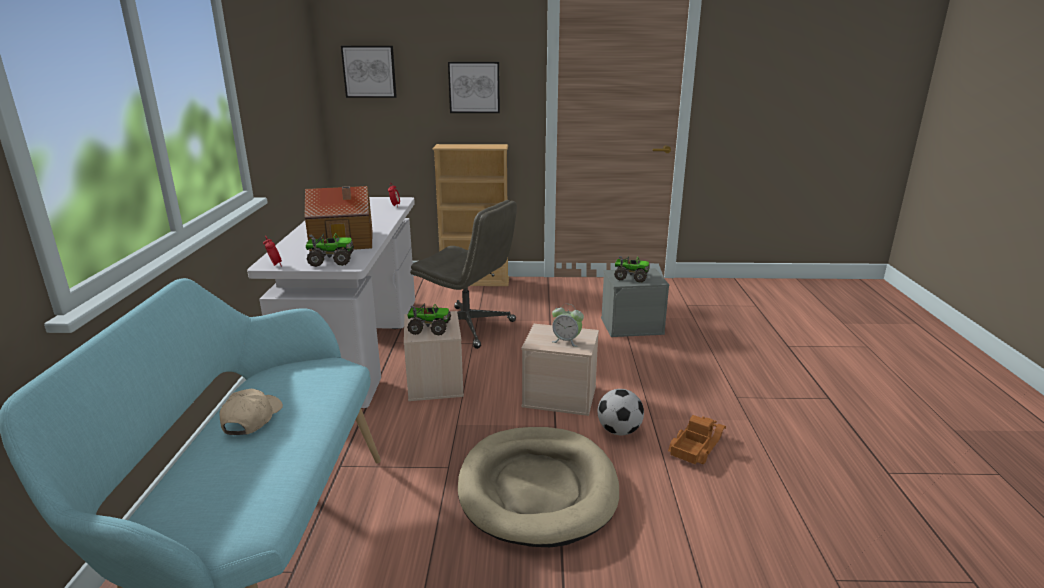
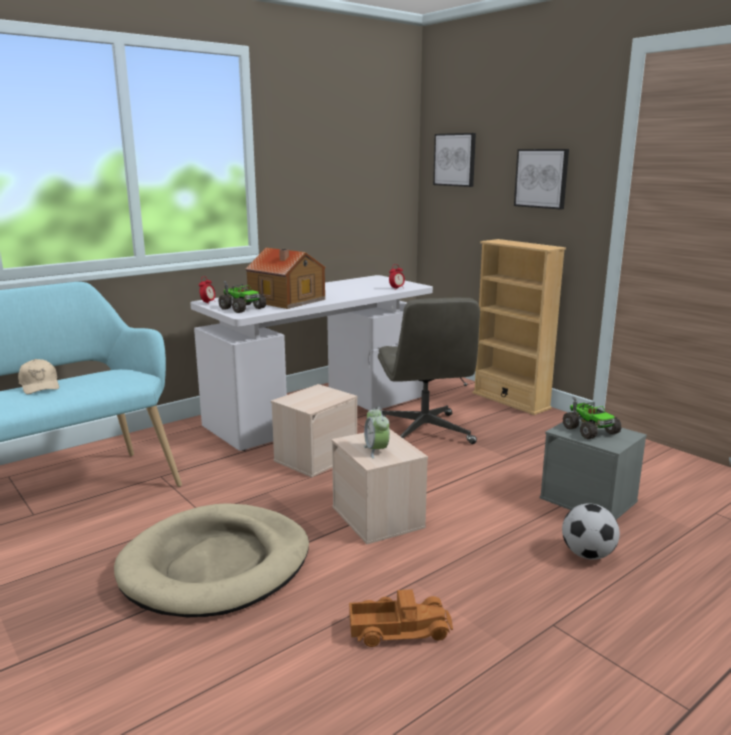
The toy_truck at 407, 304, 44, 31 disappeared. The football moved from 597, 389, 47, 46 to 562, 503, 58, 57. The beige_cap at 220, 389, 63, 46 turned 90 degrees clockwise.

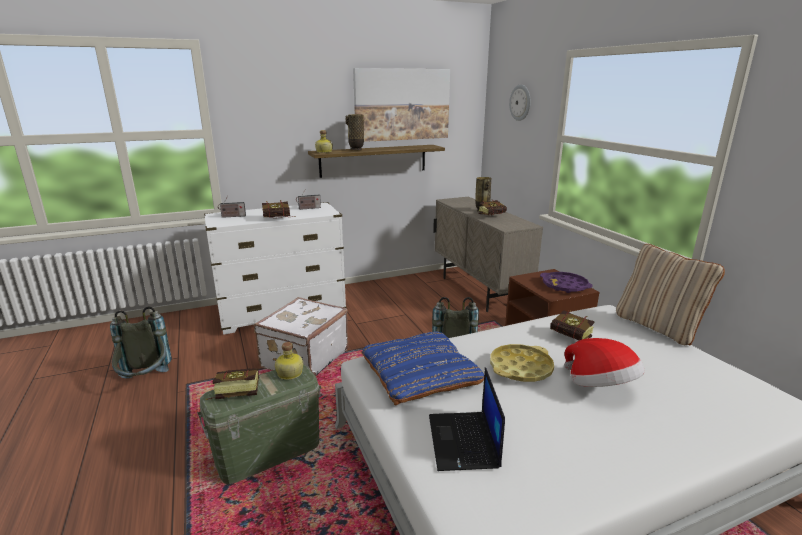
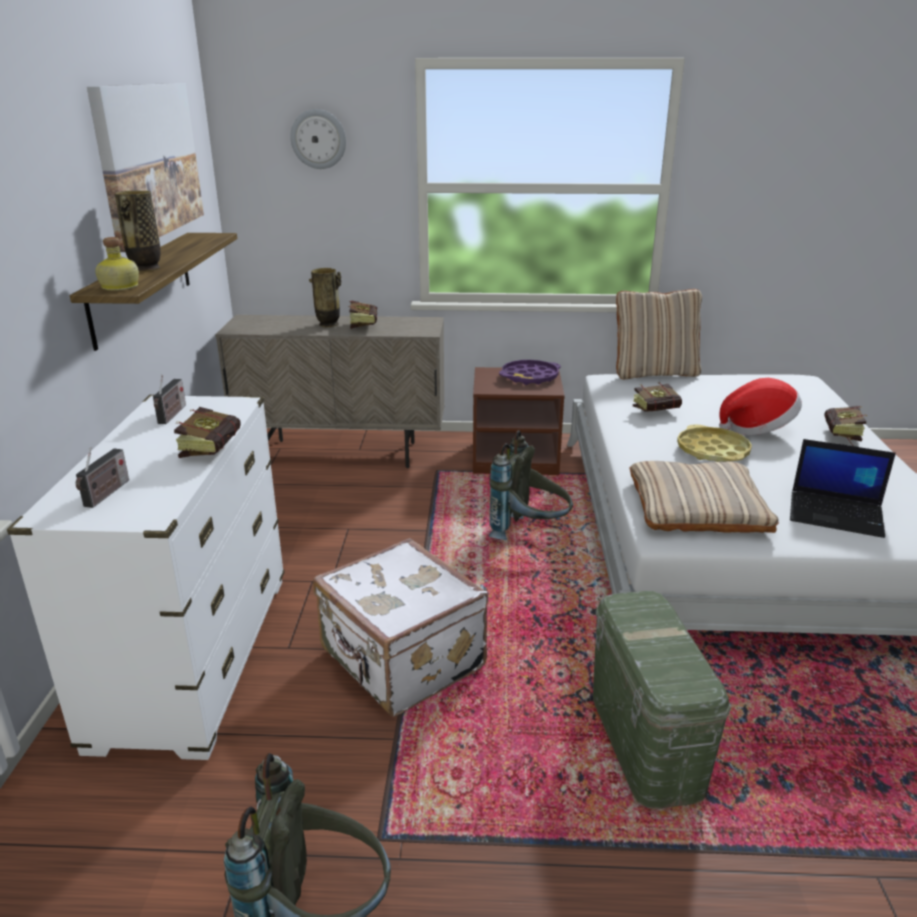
The bottle at 275, 342, 28, 38 disappeared. The book moved from 205, 368, 54, 32 to 825, 406, 42, 40. The blue_pillow at 362, 331, 122, 74 became the beige_pillow at 630, 461, 149, 72.

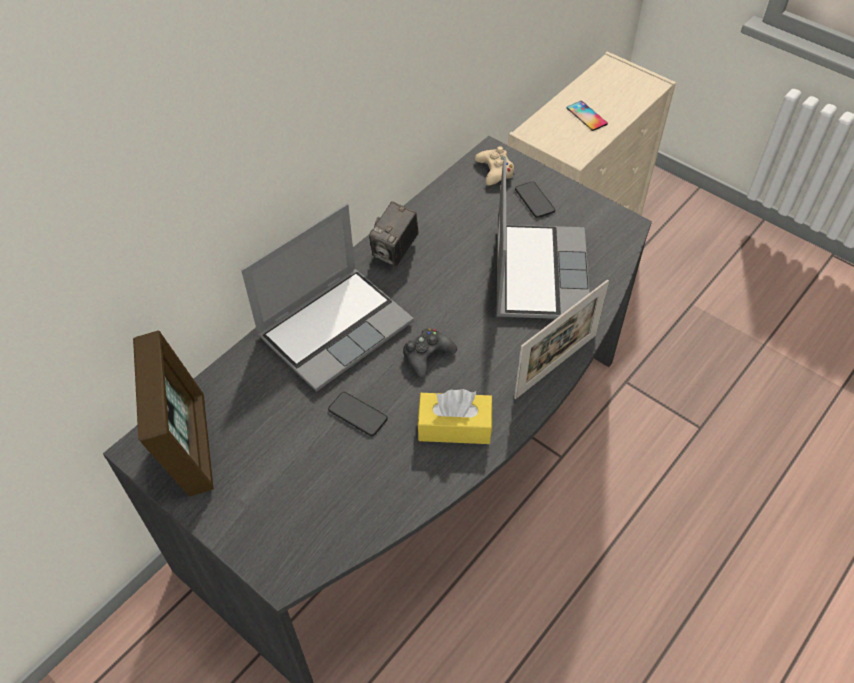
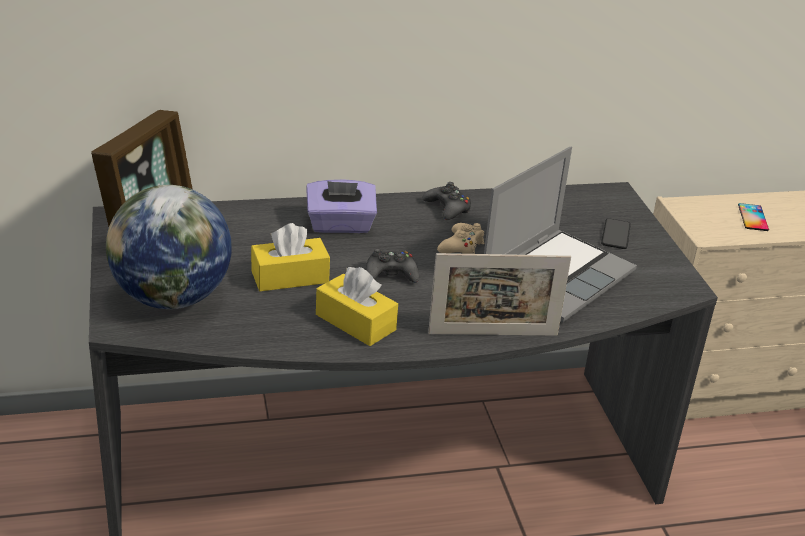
The globe at 106, 185, 126, 124 appeared. The beige_game_controller moved from 475, 147, 39, 38 to 437, 223, 47, 31. The laptop at 241, 204, 173, 188 was replaced by the purple_tissue_box at 306, 179, 71, 54. The phone at 328, 392, 60, 44 was replaced by the yellow_tissue_box at 251, 223, 79, 68. The photo_camera at 369, 201, 50, 66 was replaced by the black_game_controller at 422, 182, 49, 38.

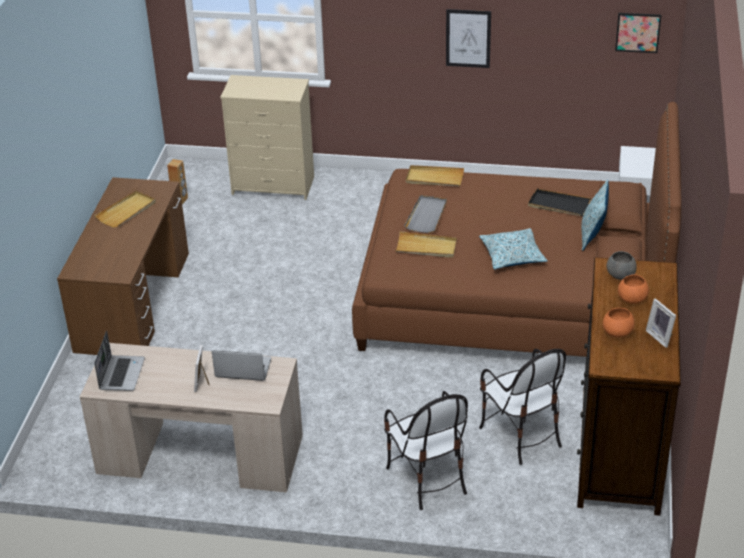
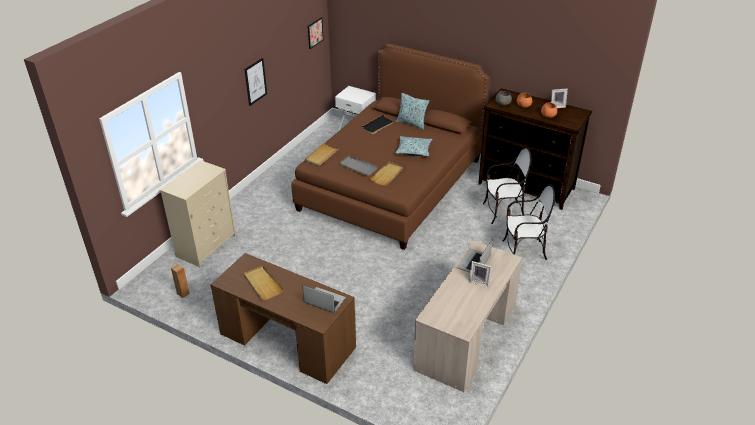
The laptop moved from 94, 331, 51, 60 to 302, 285, 44, 28.

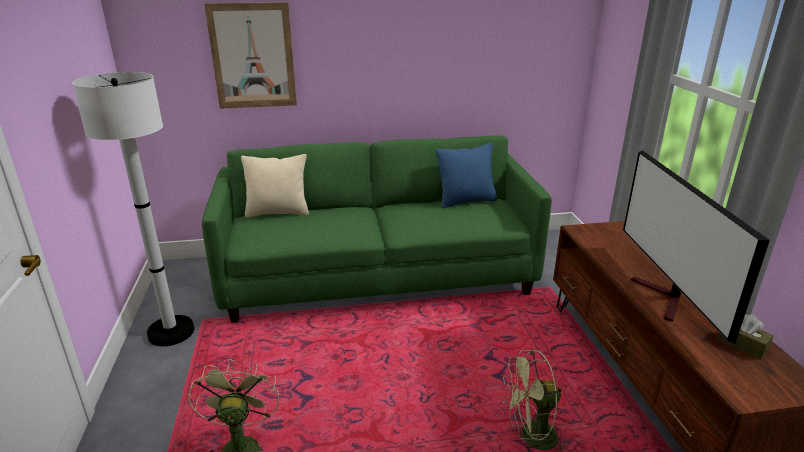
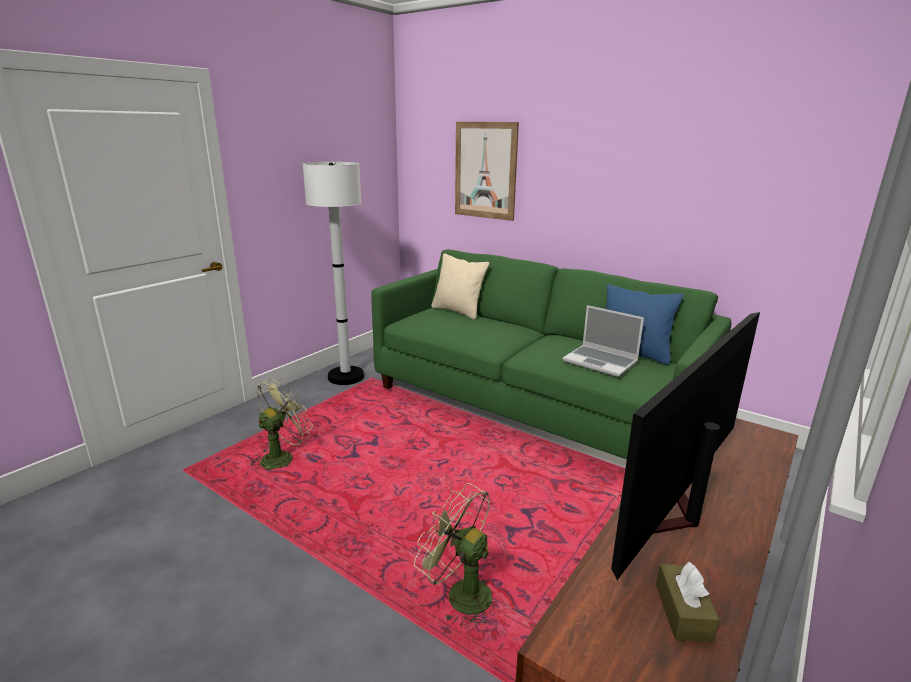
The laptop at 563, 305, 81, 72 appeared.

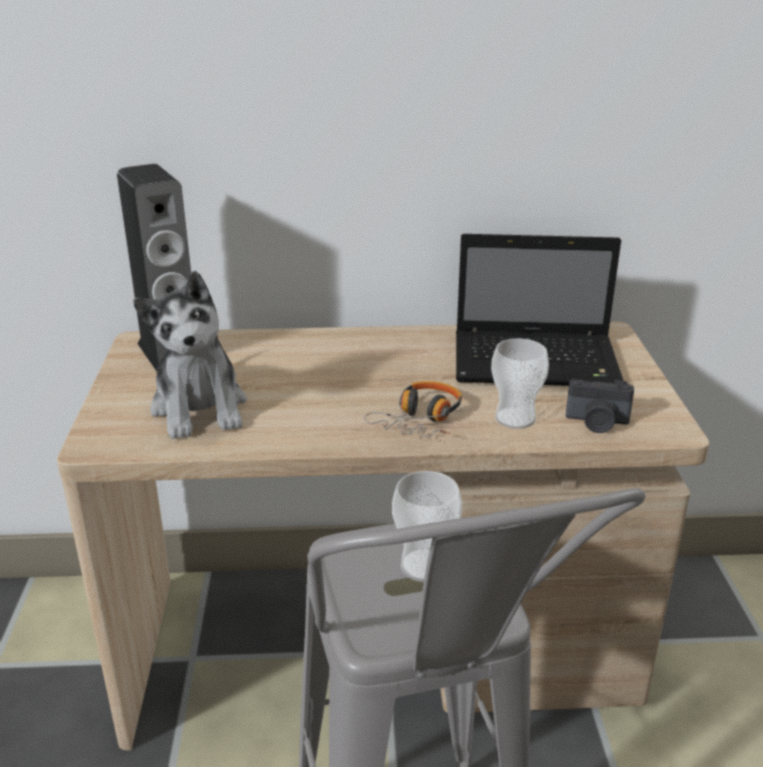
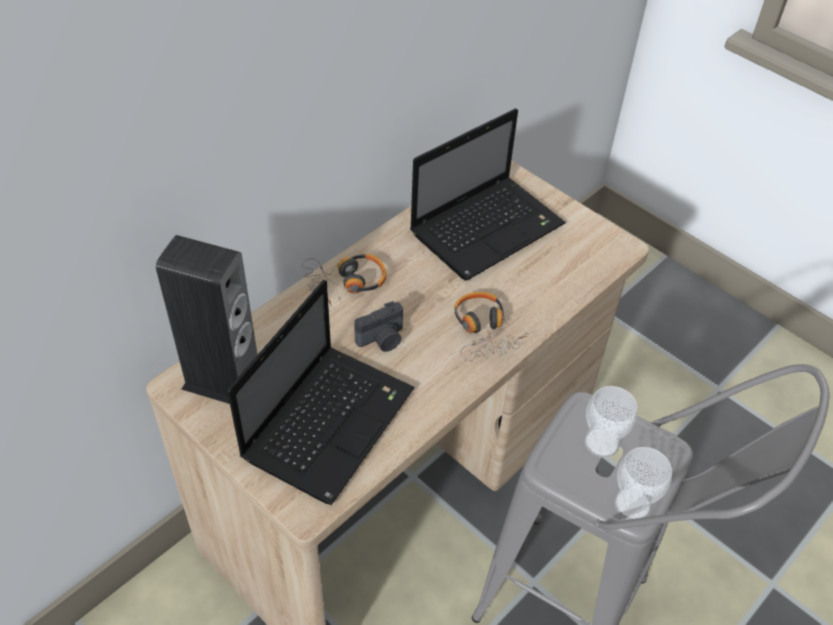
The headphones at 302, 254, 84, 52 appeared. The cup moved from 491, 339, 58, 90 to 614, 447, 58, 73. The photo_camera moved from 566, 379, 68, 54 to 354, 301, 49, 51. The plush_toy at 133, 270, 114, 169 was replaced by the laptop at 227, 280, 188, 225.

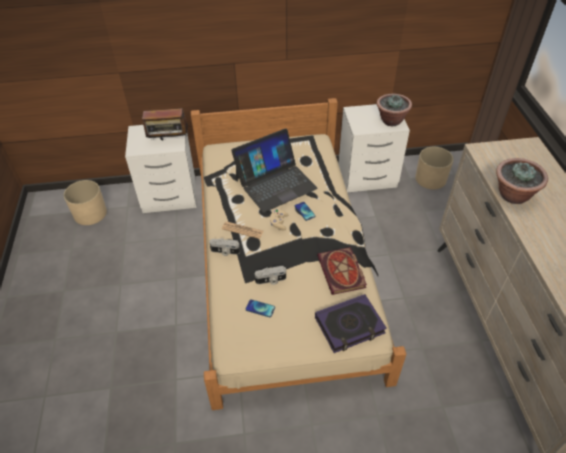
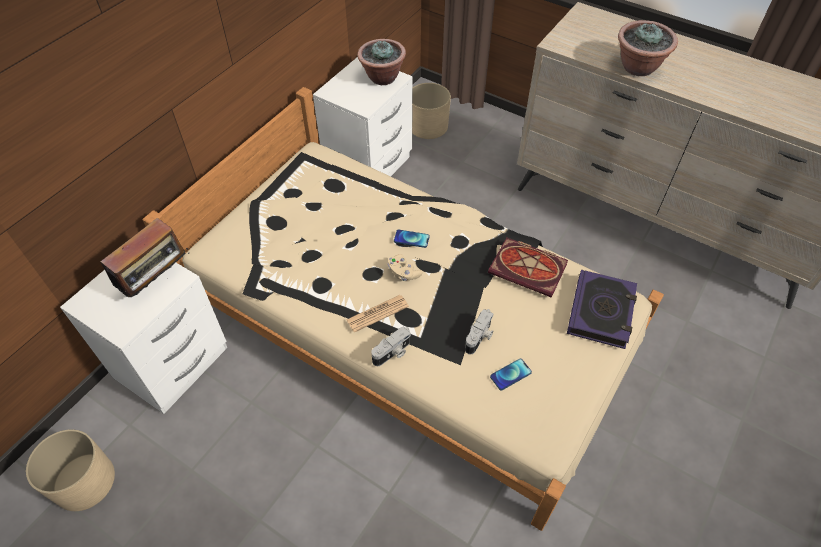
The laptop at 231, 128, 87, 85 disappeared.

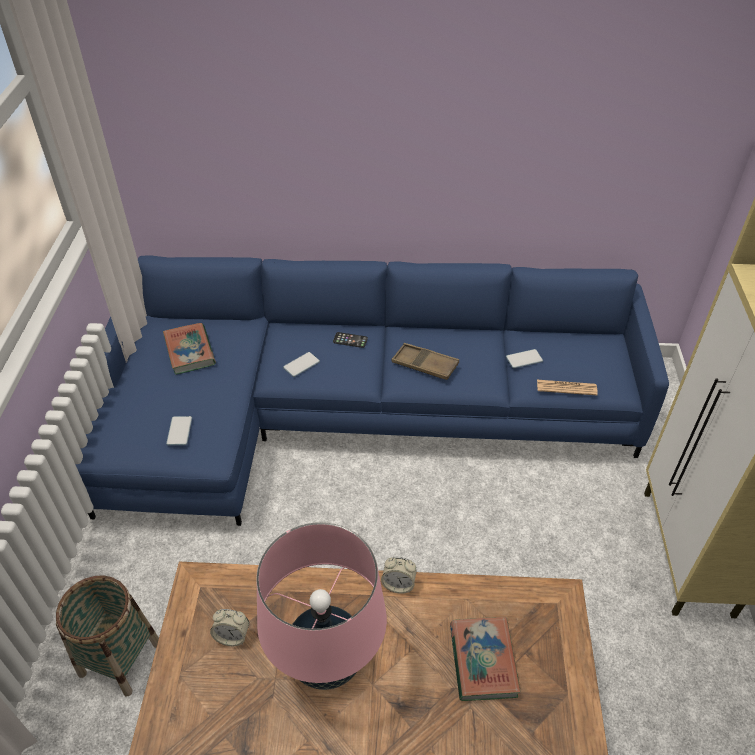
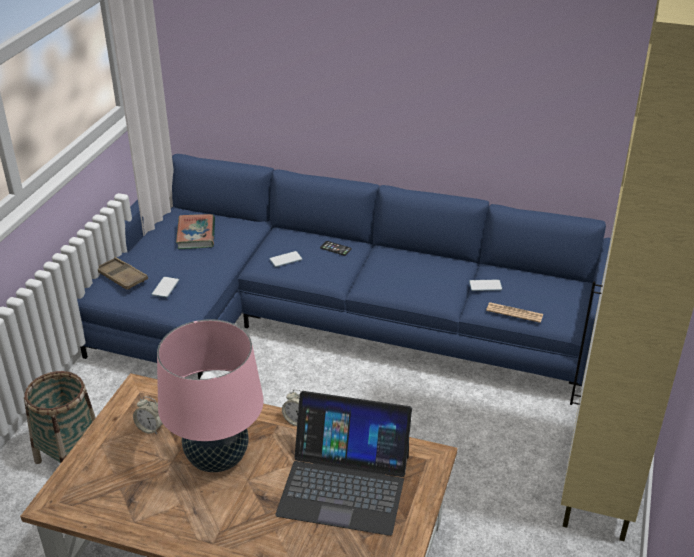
The brown_tray moved from 391, 343, 68, 37 to 98, 257, 50, 33. The book at 450, 617, 71, 84 was replaced by the laptop at 275, 391, 137, 145.

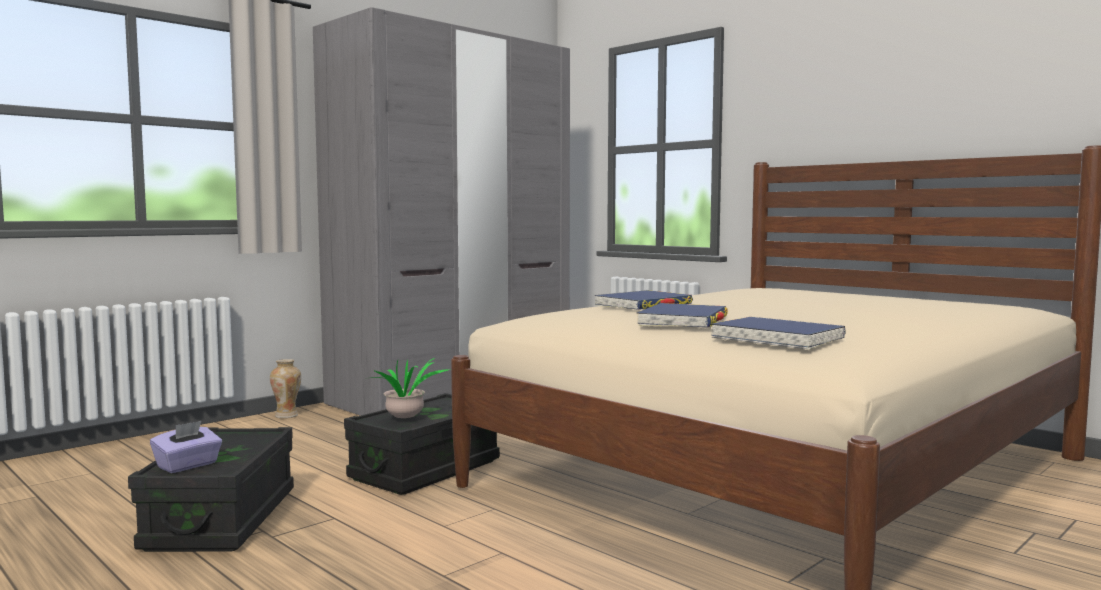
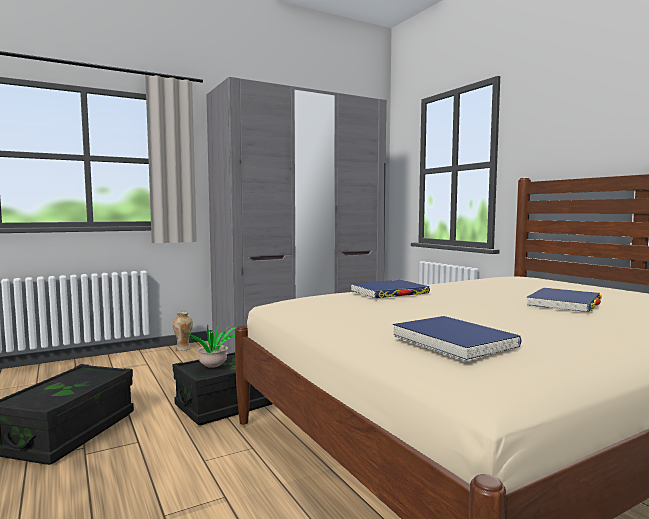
The purple_tissue_box at 150, 421, 72, 52 disappeared. The blue_book moved from 636, 303, 92, 24 to 527, 288, 75, 24.

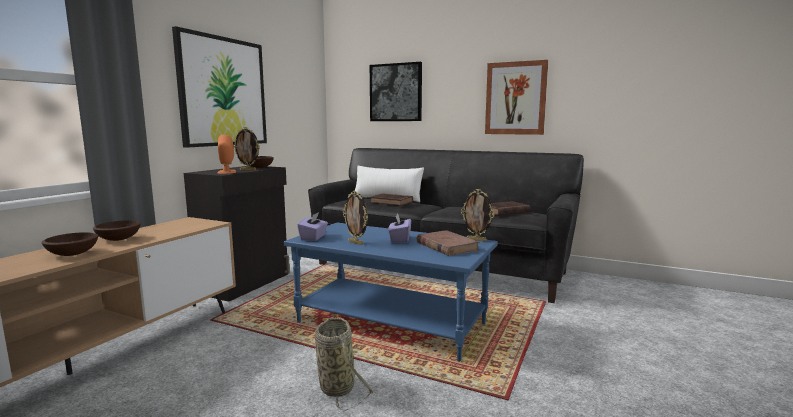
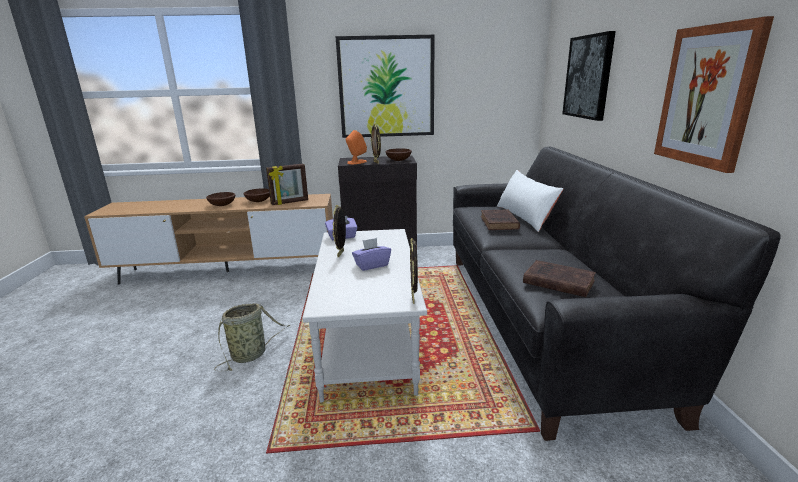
The brown_book at 417, 230, 63, 26 disappeared. The picture_frame at 266, 164, 42, 41 appeared. The blue_coffee_table at 284, 223, 214, 139 became the white_coffee_table at 302, 229, 125, 174.

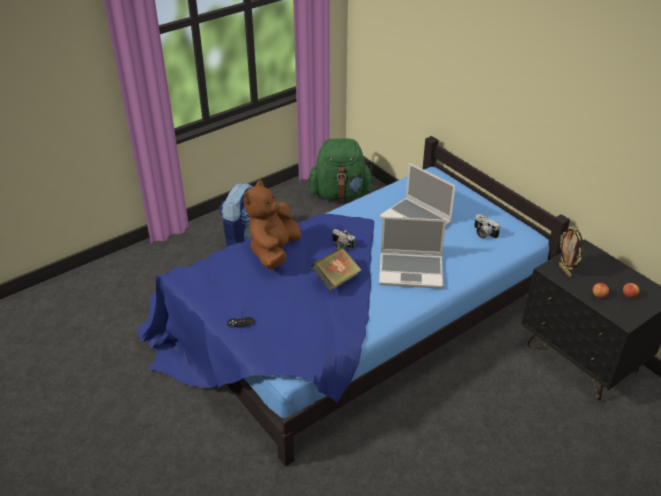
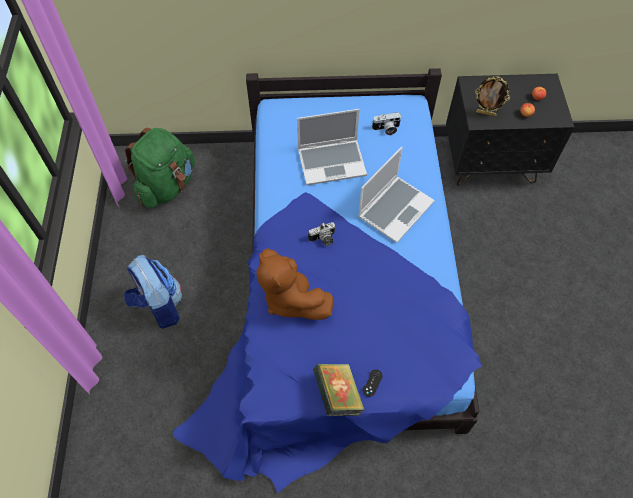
The book moved from 311, 247, 50, 44 to 313, 364, 52, 52.

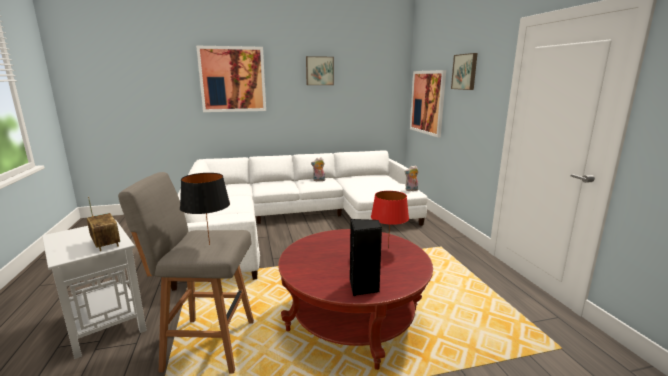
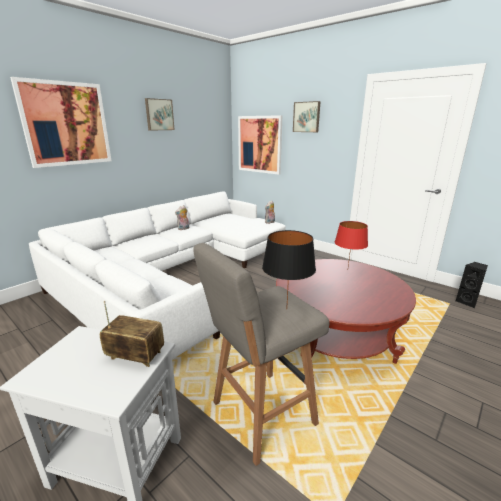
The black_speaker moved from 350, 219, 32, 77 to 455, 262, 33, 46.

